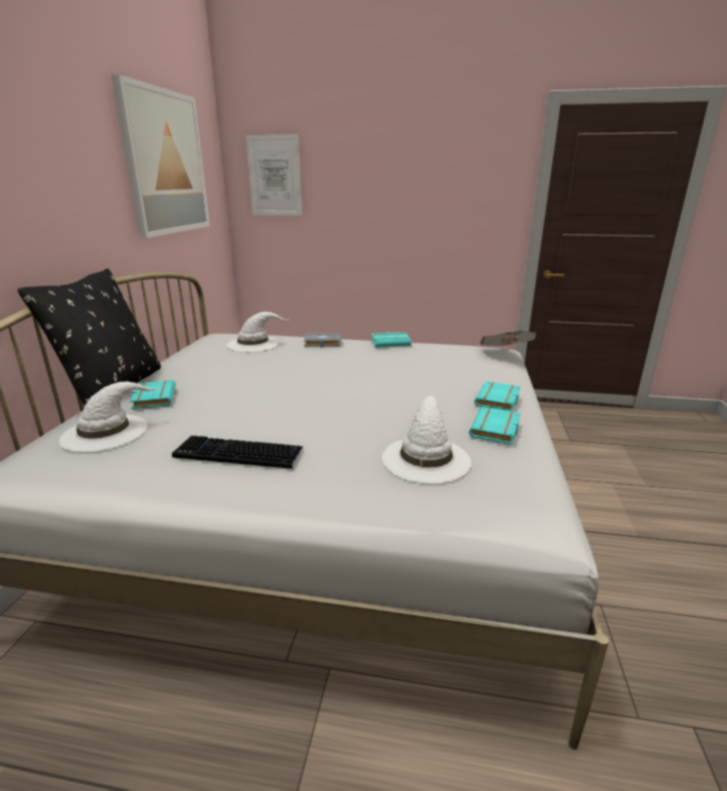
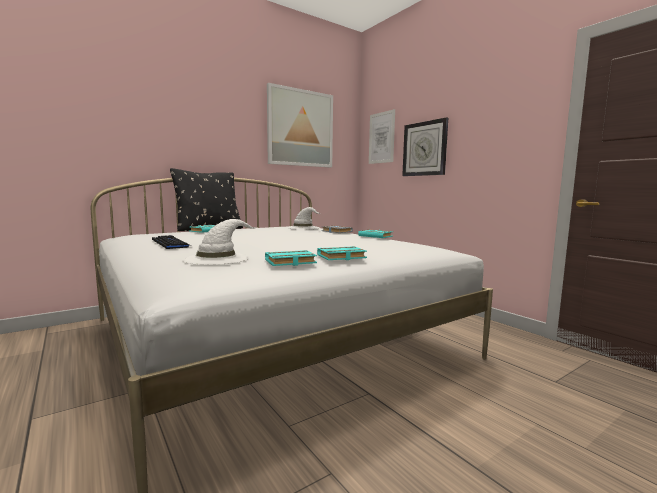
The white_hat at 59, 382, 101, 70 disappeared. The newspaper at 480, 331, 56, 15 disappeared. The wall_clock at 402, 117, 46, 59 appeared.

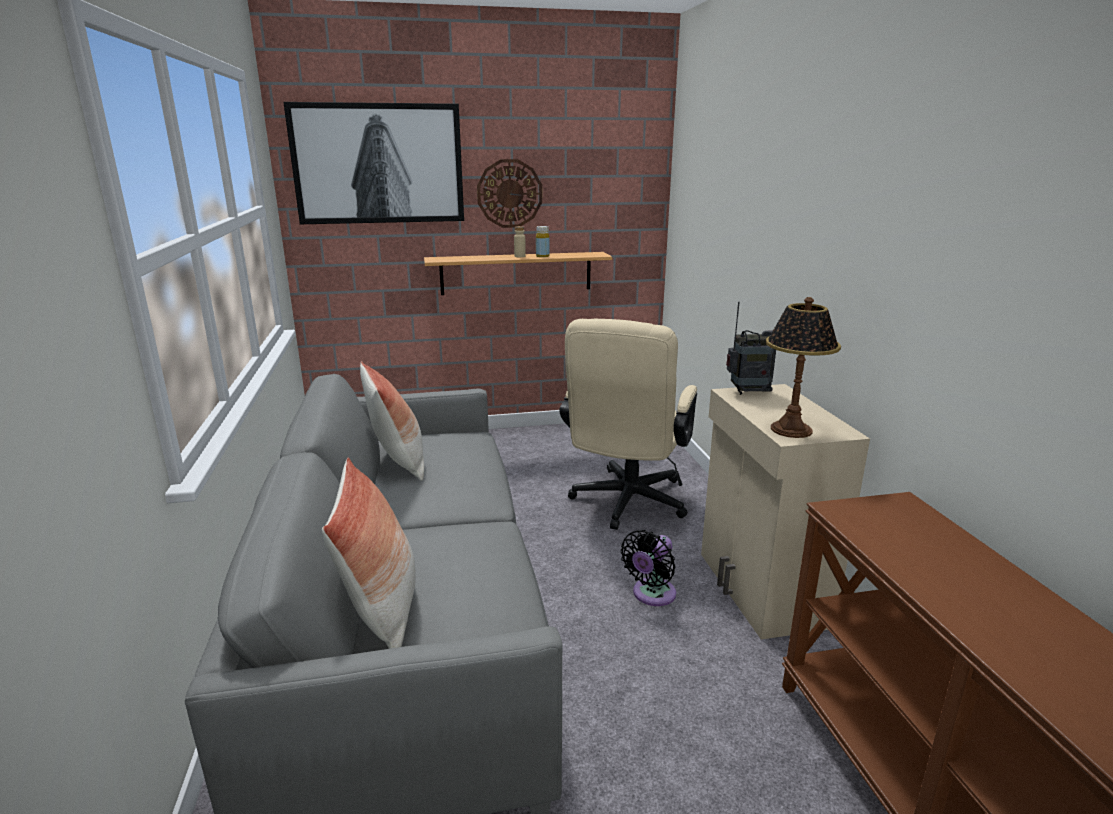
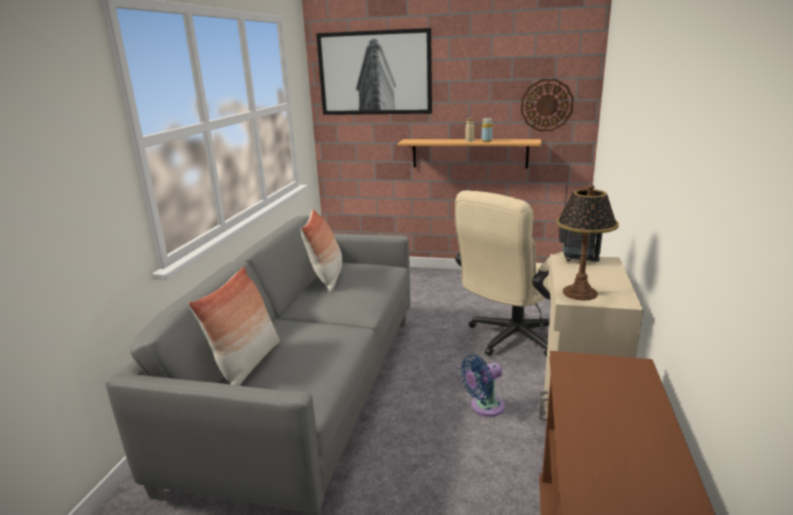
The wall_clock moved from 477, 159, 65, 69 to 521, 79, 53, 52. The black_fan at 621, 530, 55, 76 became the blue_fan at 460, 355, 45, 62.

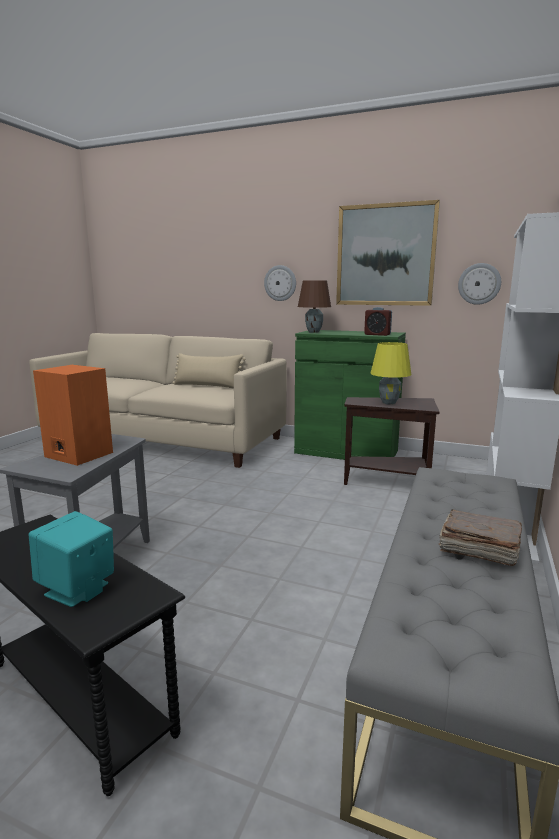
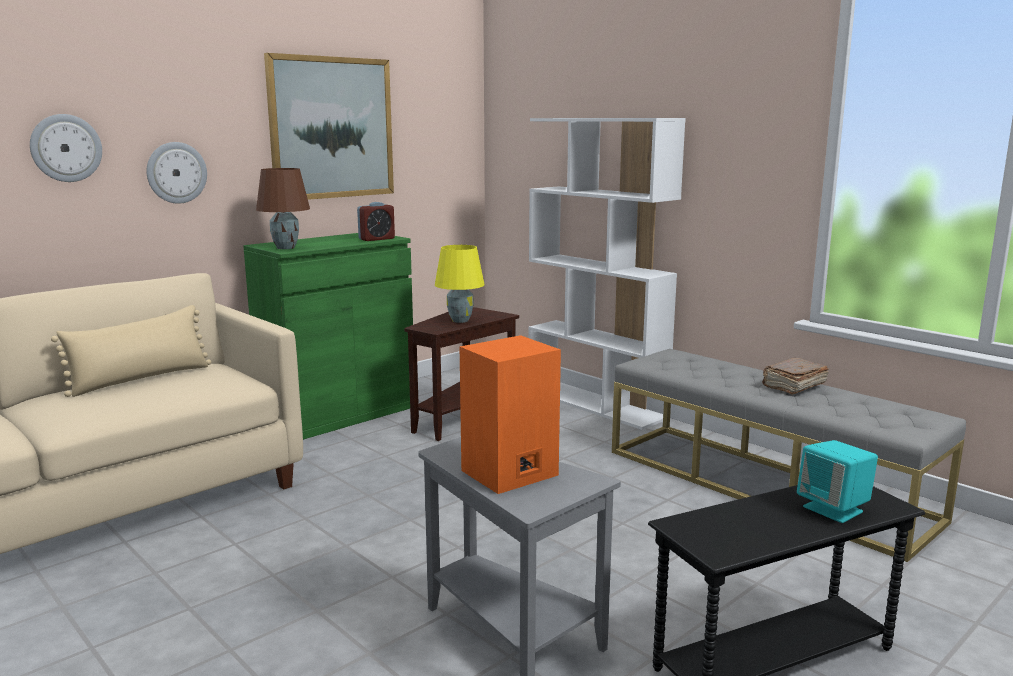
The wall_clock moved from 458, 263, 43, 42 to 30, 114, 72, 68.

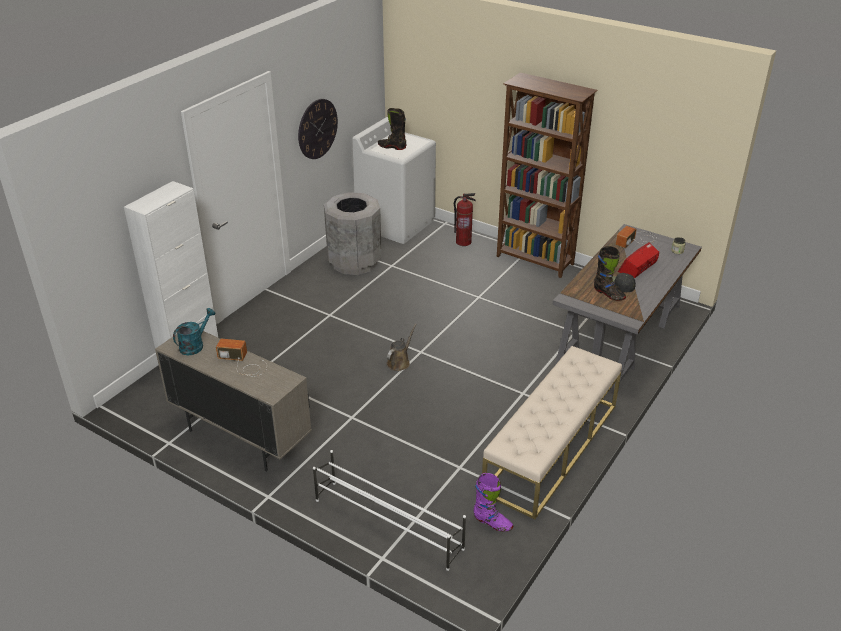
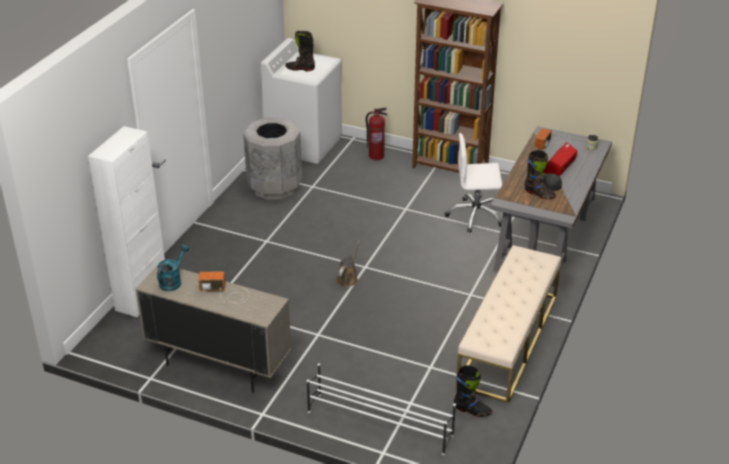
The wall_clock at 298, 99, 40, 60 disappeared. The white_office_chair at 445, 133, 57, 100 appeared. The purple_boot at 473, 473, 40, 58 became the black_boot at 454, 365, 38, 52.

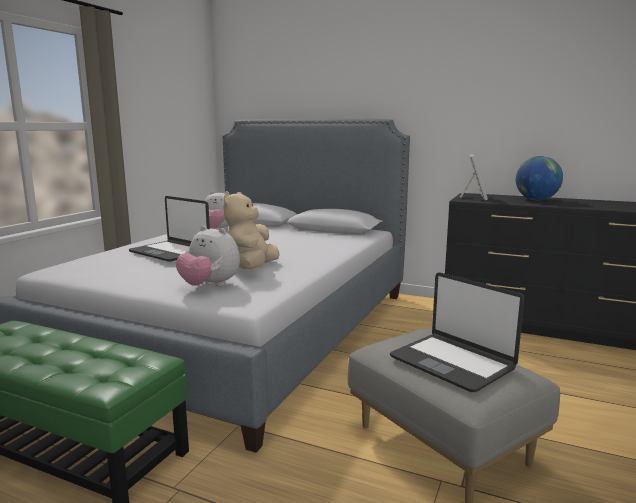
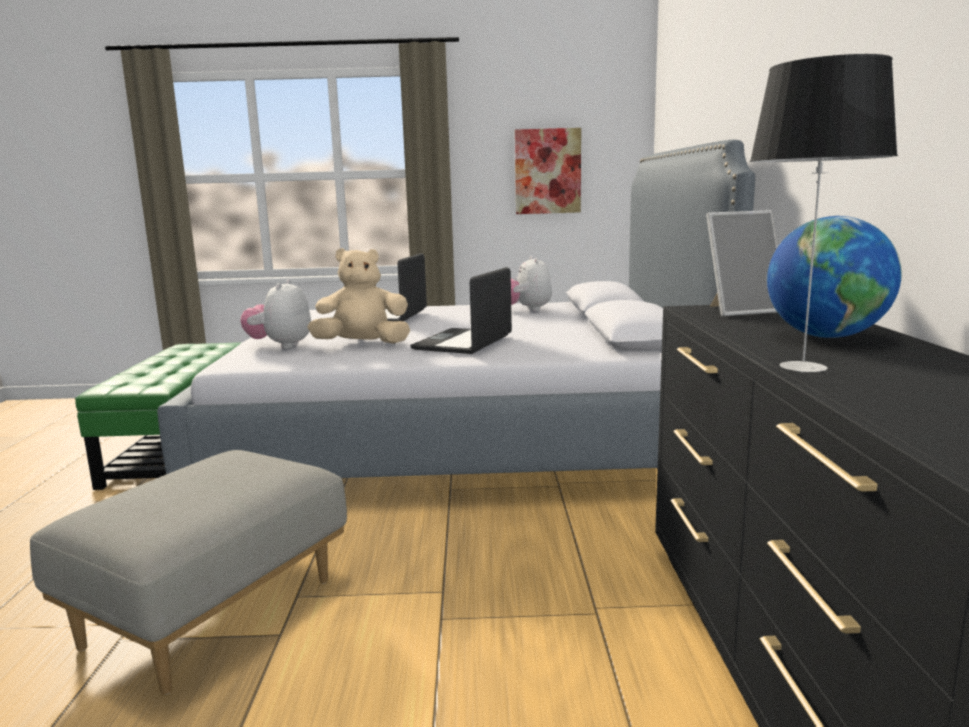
The picture at 515, 128, 66, 86 appeared. The table_lamp at 750, 54, 148, 318 appeared. The laptop moved from 390, 272, 134, 120 to 410, 267, 102, 87.

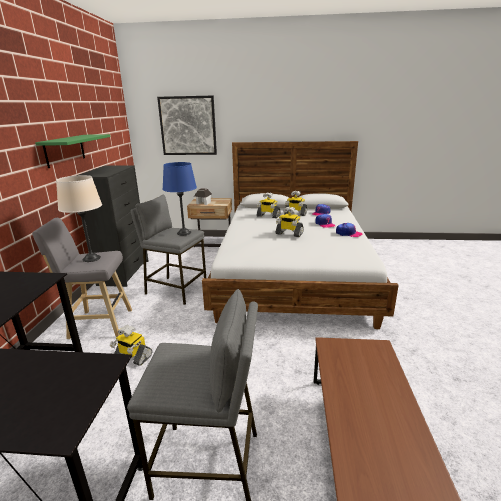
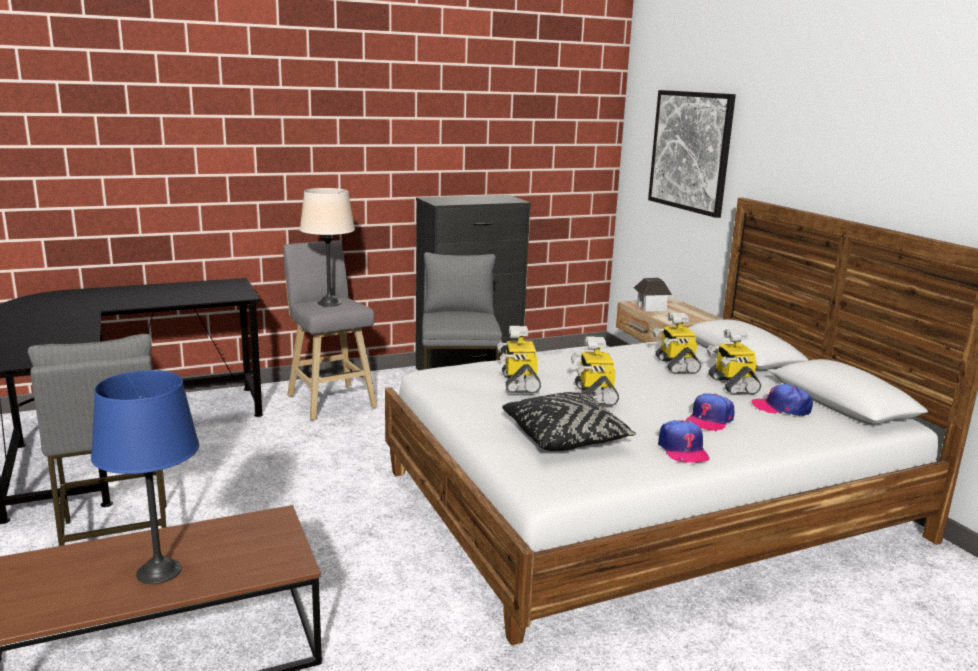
The green_shelf at 35, 134, 75, 34 disappeared. The black_pillow at 502, 392, 135, 59 appeared. The toy_robot moved from 110, 325, 42, 41 to 497, 326, 44, 67. The blue_table_lamp moved from 162, 162, 35, 73 to 91, 370, 108, 214.

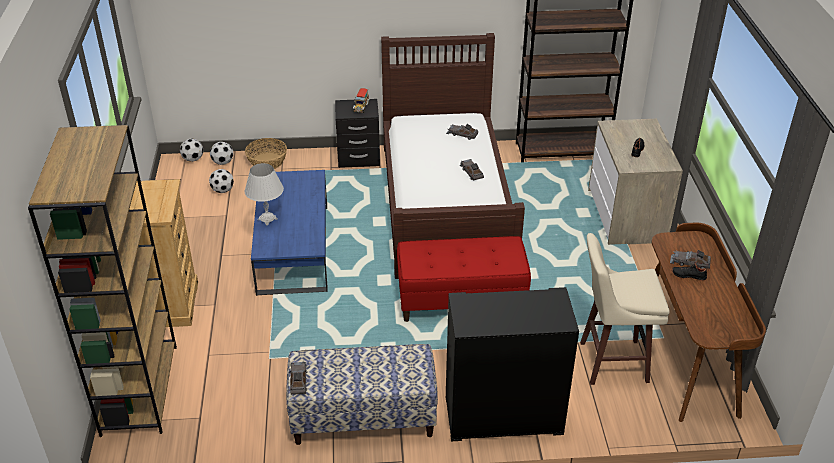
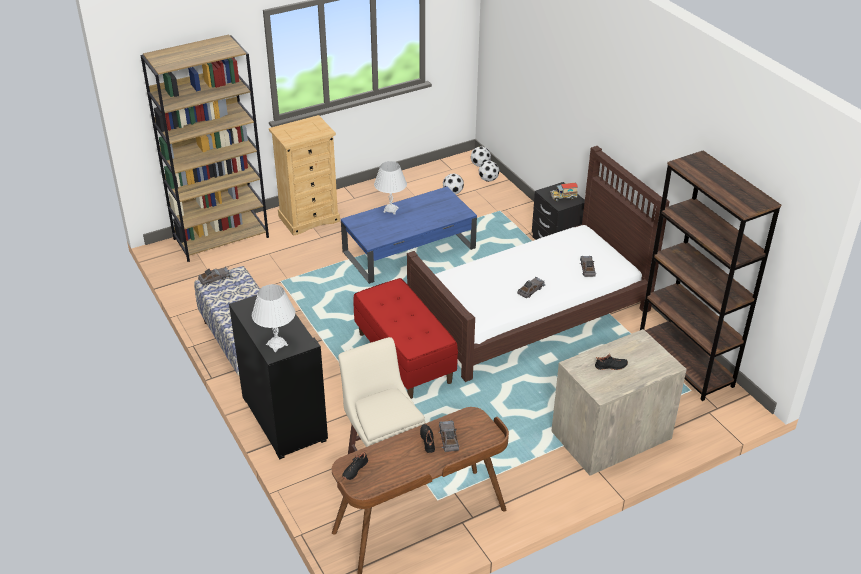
The basket at 245, 138, 42, 31 disappeared. The white_table_lamp at 252, 284, 43, 68 appeared. The black_shoe at 342, 450, 26, 30 appeared.

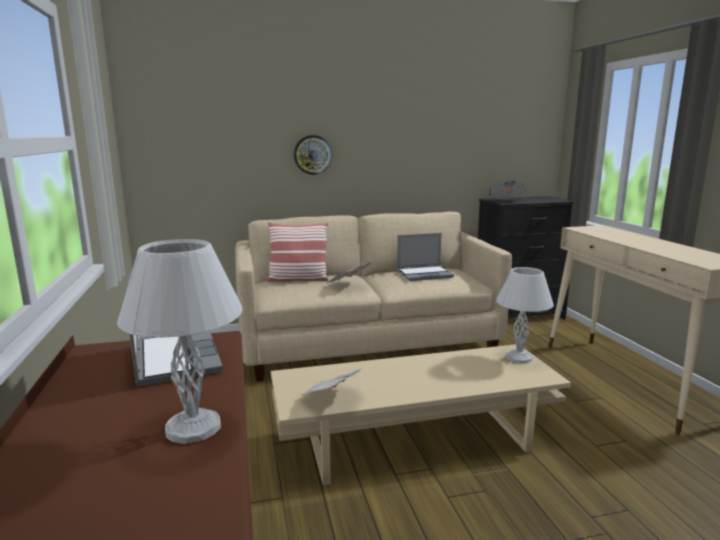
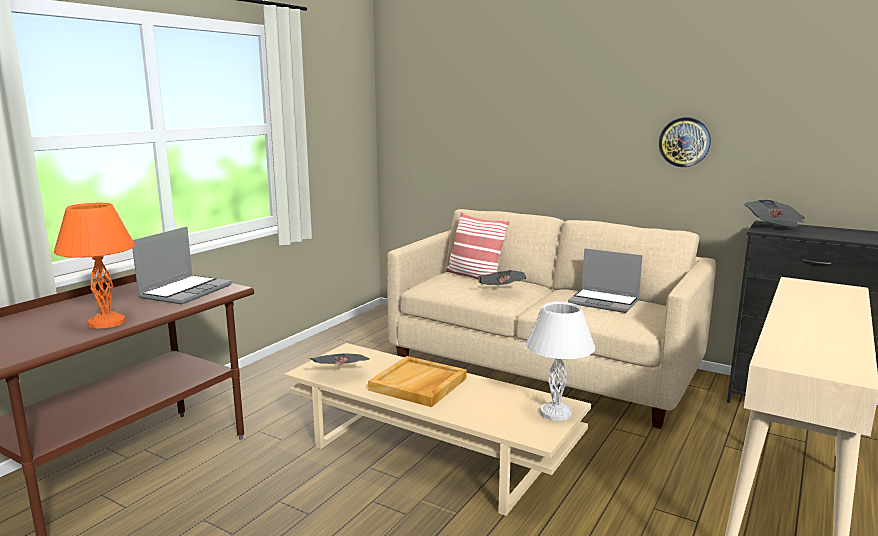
The beige_tray at 368, 356, 99, 51 appeared. The wall_clock moved from 294, 135, 38, 40 to 659, 117, 52, 50. The white_table_lamp at 117, 239, 126, 205 became the orange_table_lamp at 54, 203, 81, 125.

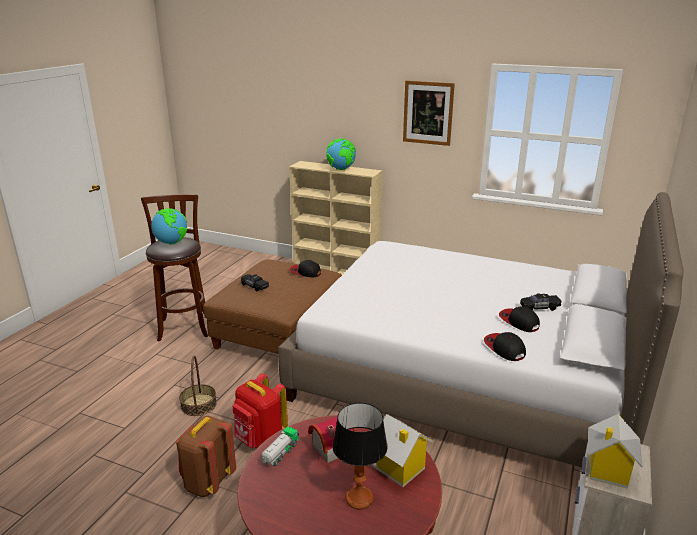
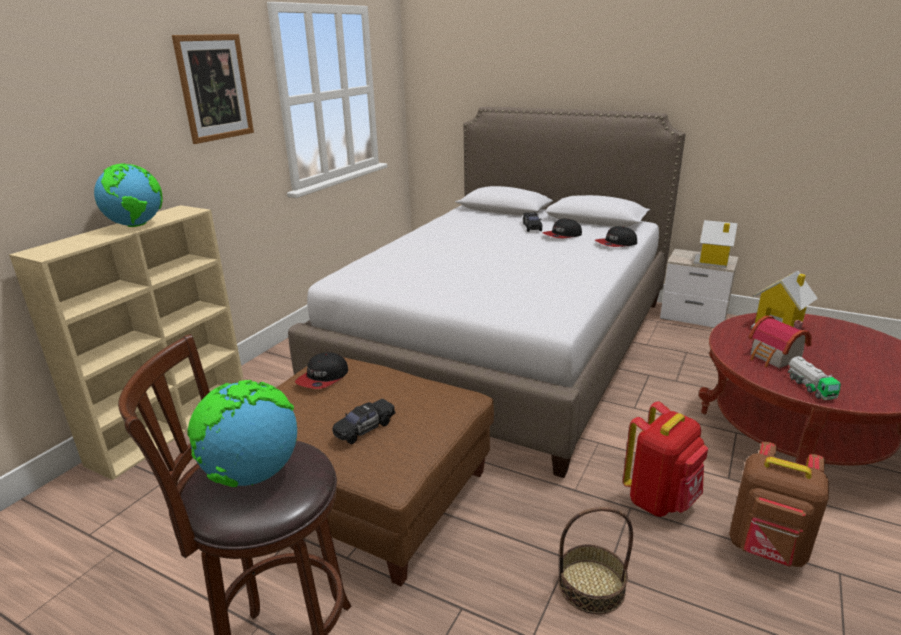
The table_lamp at 333, 403, 55, 107 disappeared. The toy_truck at 261, 427, 38, 40 turned 135 degrees counterclockwise.

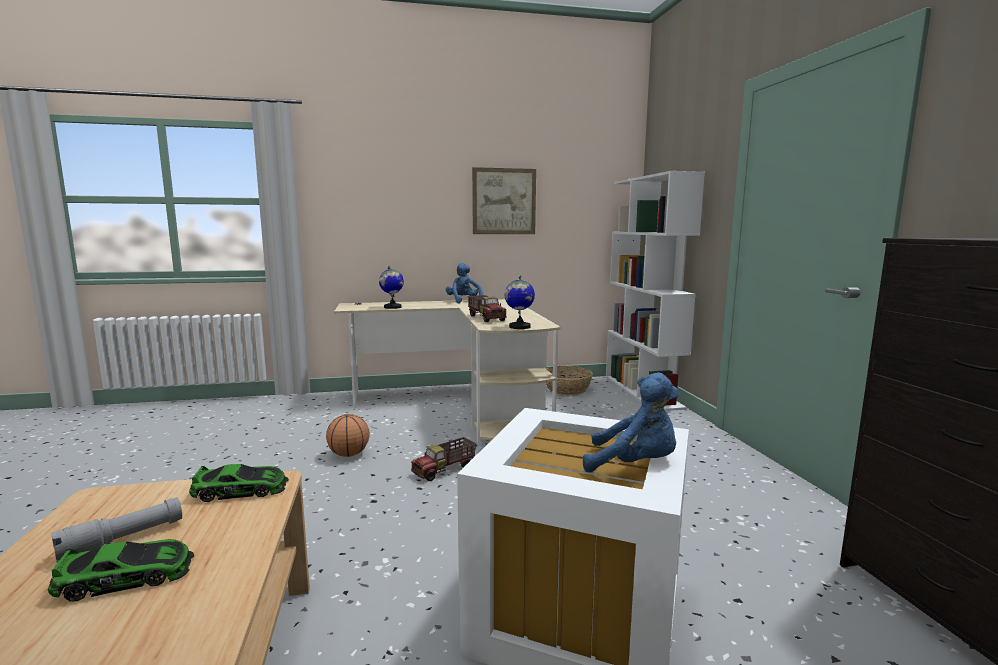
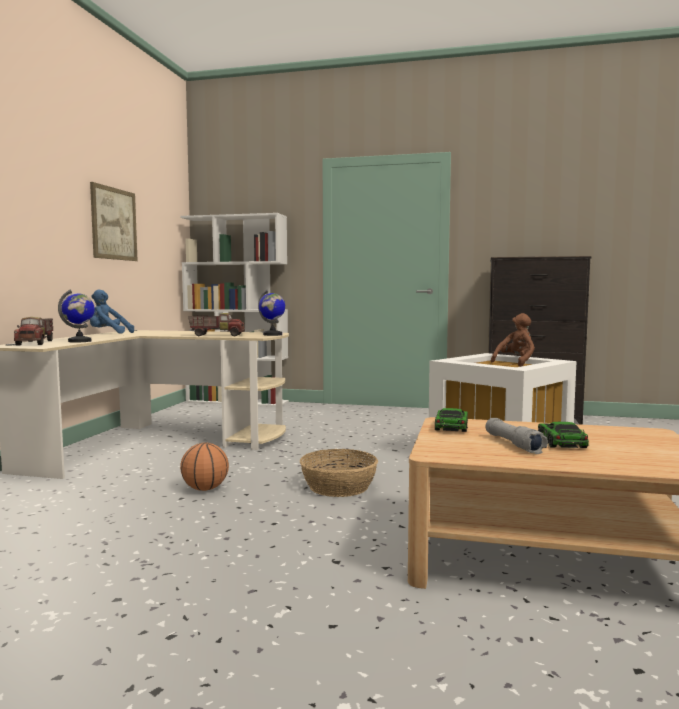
The toy_truck moved from 411, 437, 66, 44 to 14, 317, 39, 28. The basket moved from 546, 366, 47, 29 to 300, 449, 78, 48. The blue_plush_toy at 583, 373, 97, 100 became the brown_plush_toy at 491, 313, 44, 54.

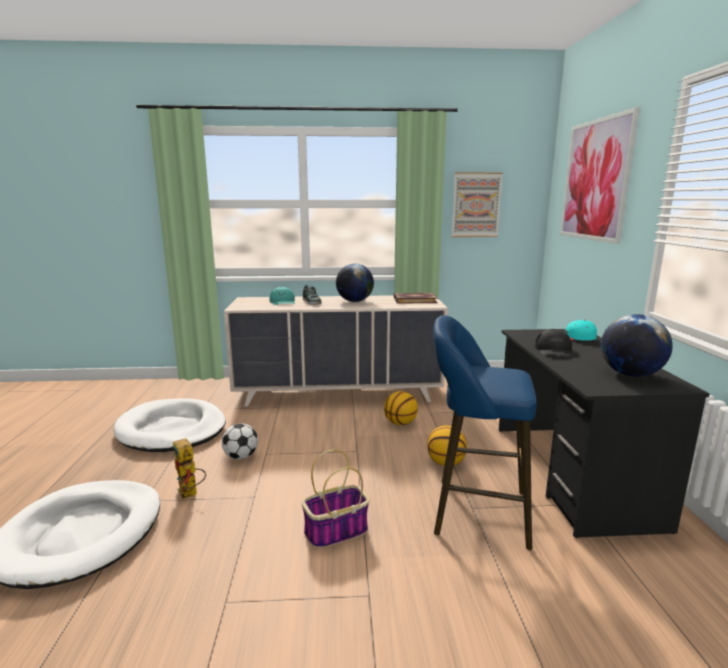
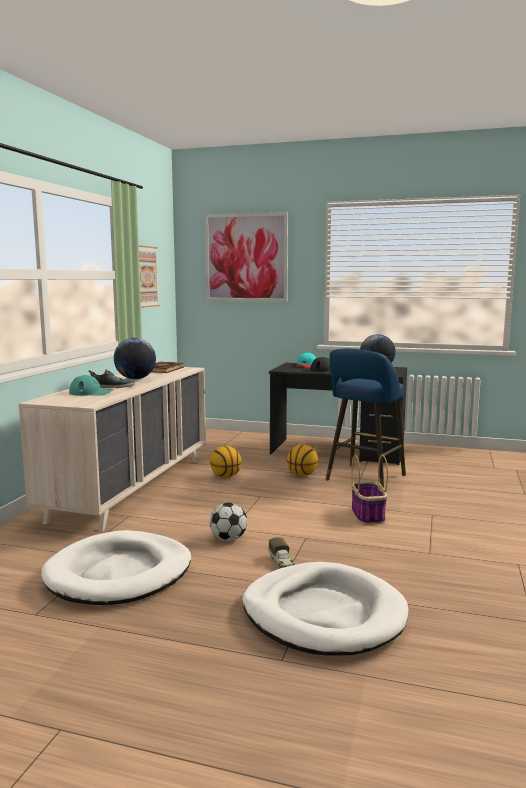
The toy_robot at 173, 438, 33, 61 was replaced by the toy_truck at 269, 537, 26, 31.

